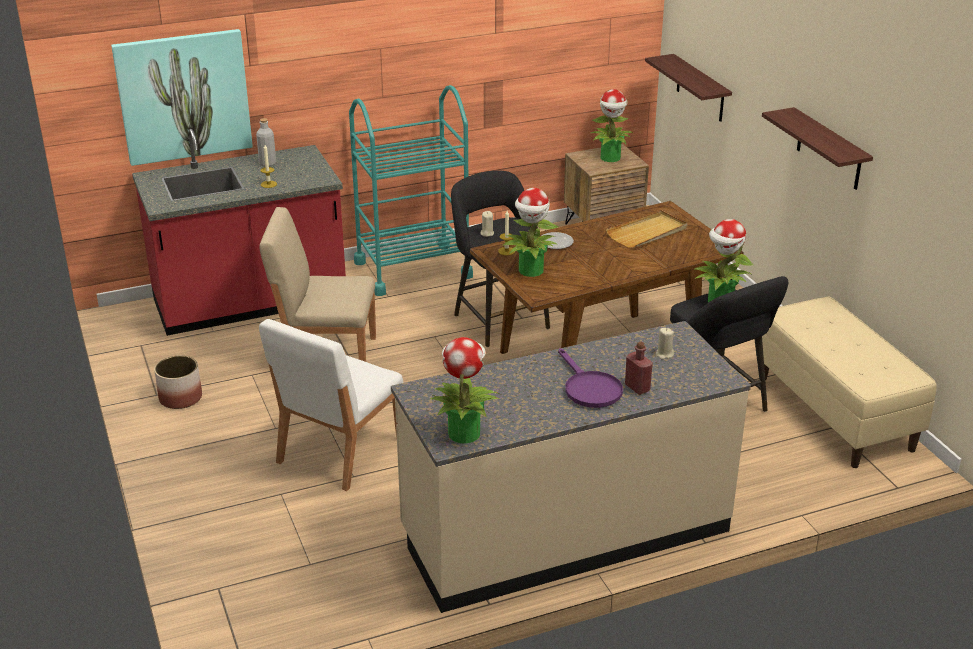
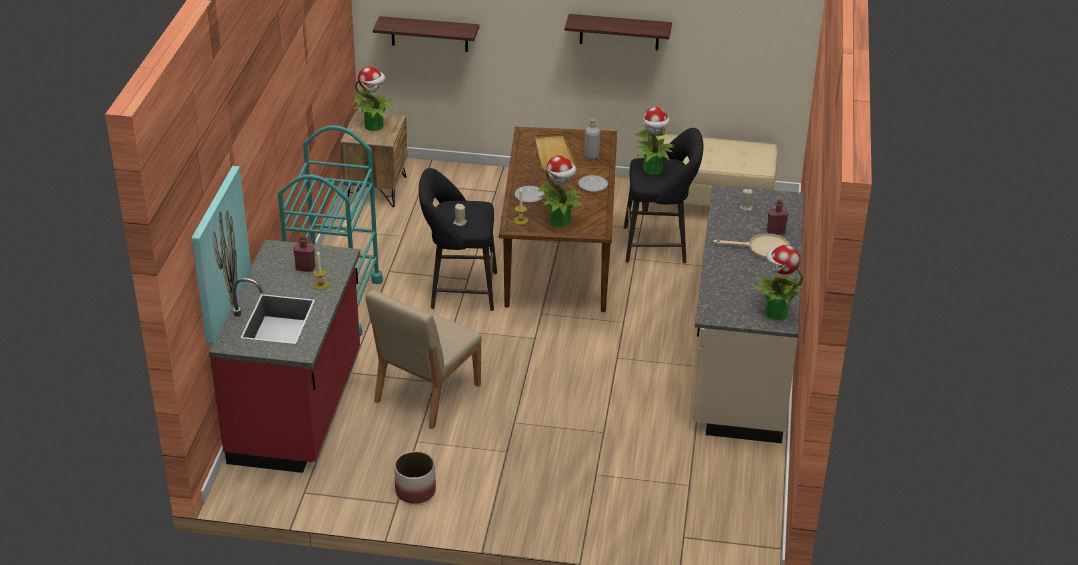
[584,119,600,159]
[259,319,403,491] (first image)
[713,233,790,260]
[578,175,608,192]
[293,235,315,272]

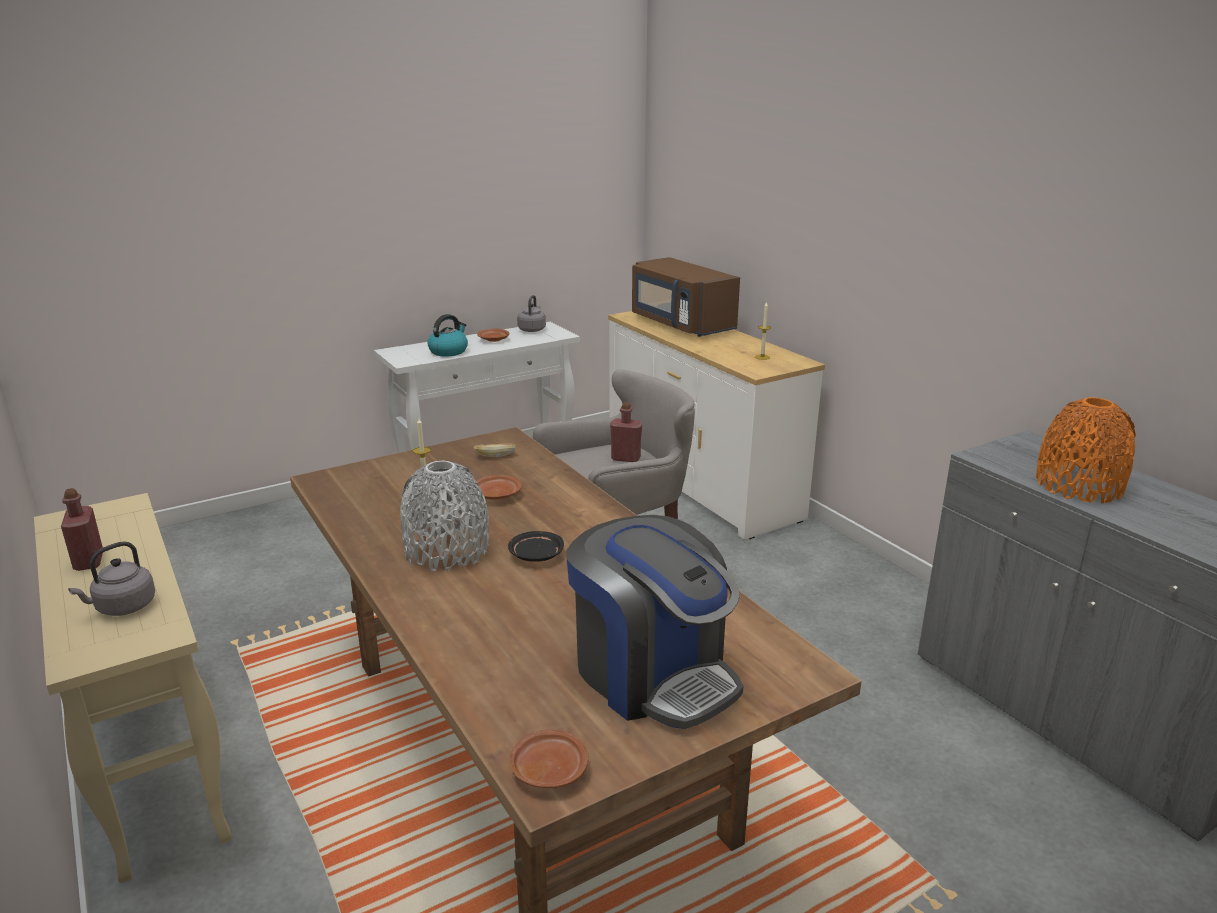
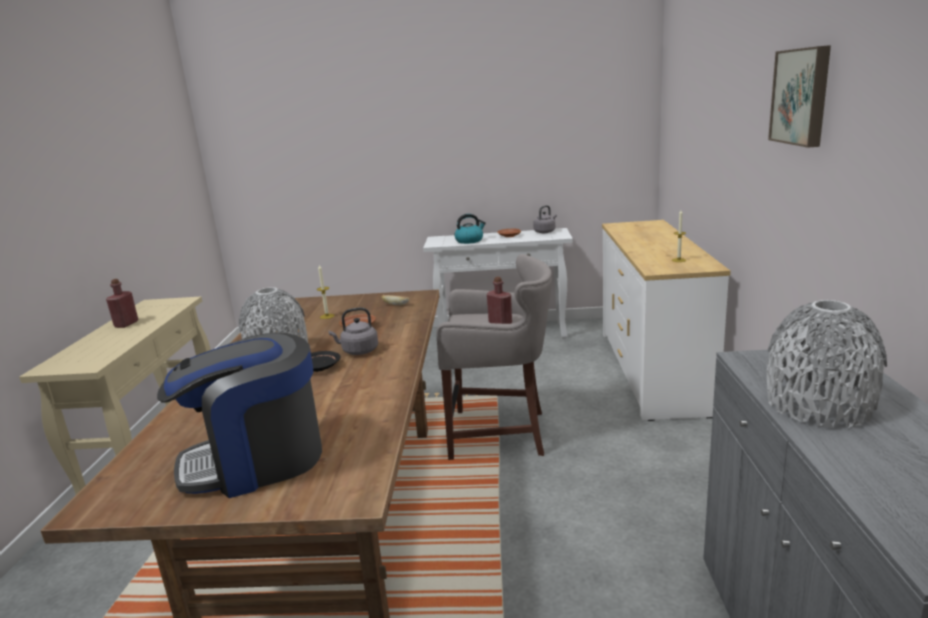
[632,257,740,337] (first image)
[767,300,887,428]
[157,332,322,498]
[328,307,378,355]
[509,729,589,788] (first image)
[768,45,831,148]

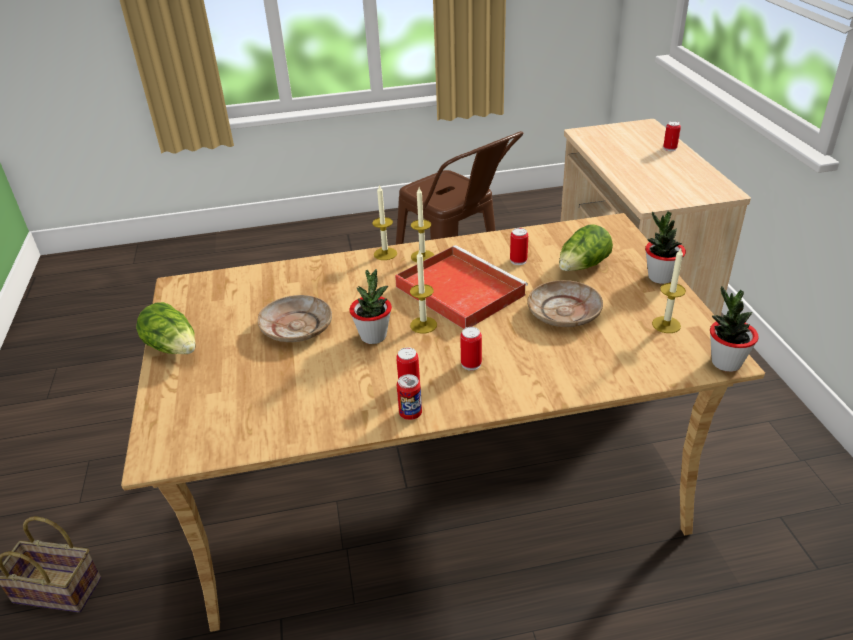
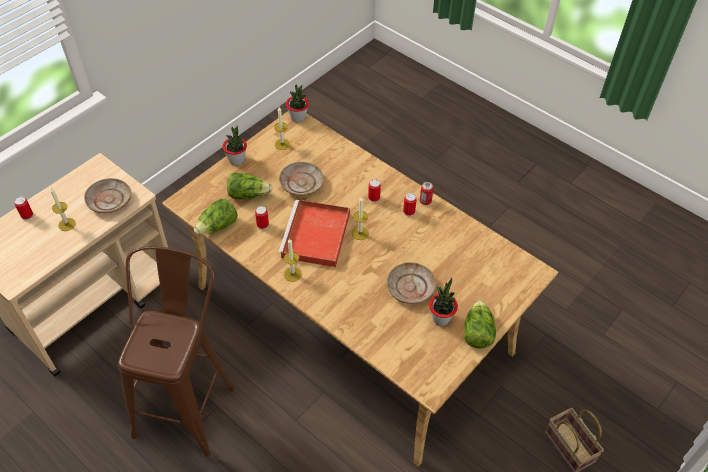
[50,188,76,231]
[429,278,458,326]
[84,178,131,213]
[194,199,238,234]

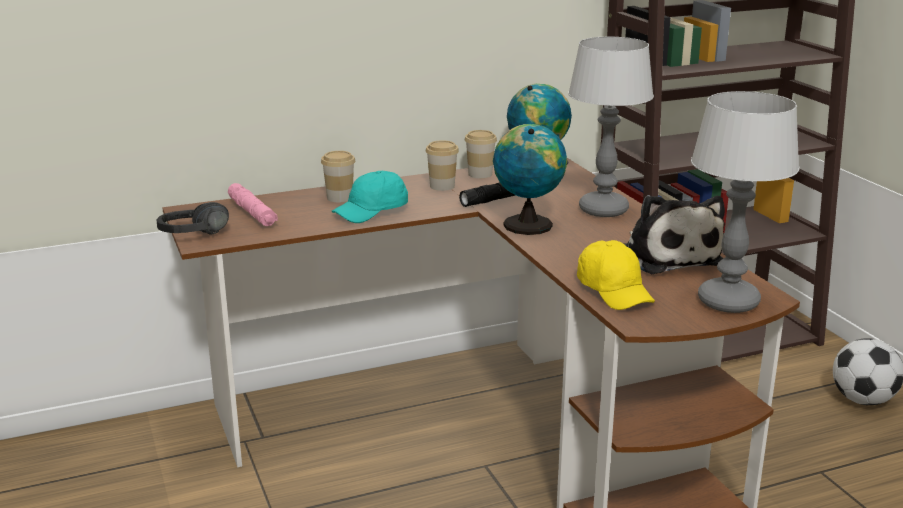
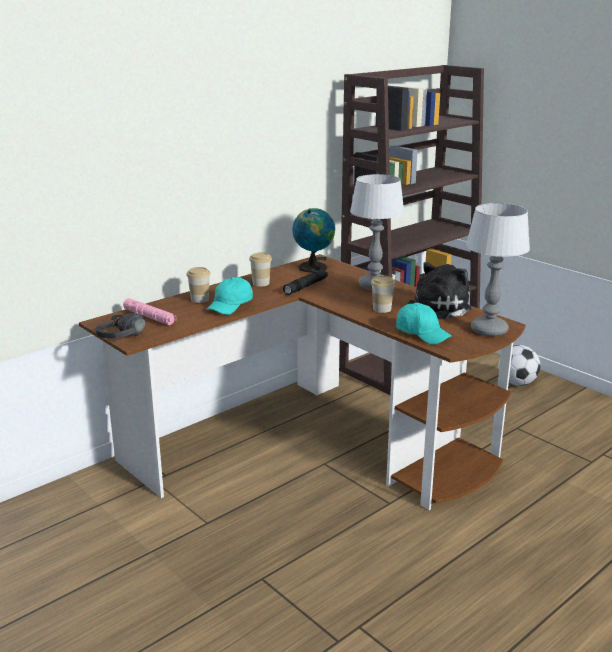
[493,124,567,235] (first image)
[371,276,396,313]
[407,262,472,319]
[396,303,452,344]

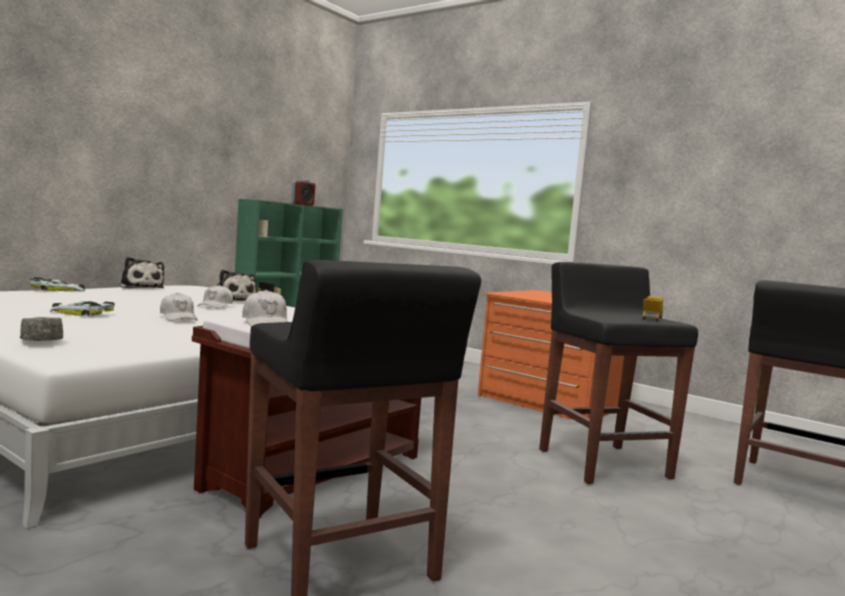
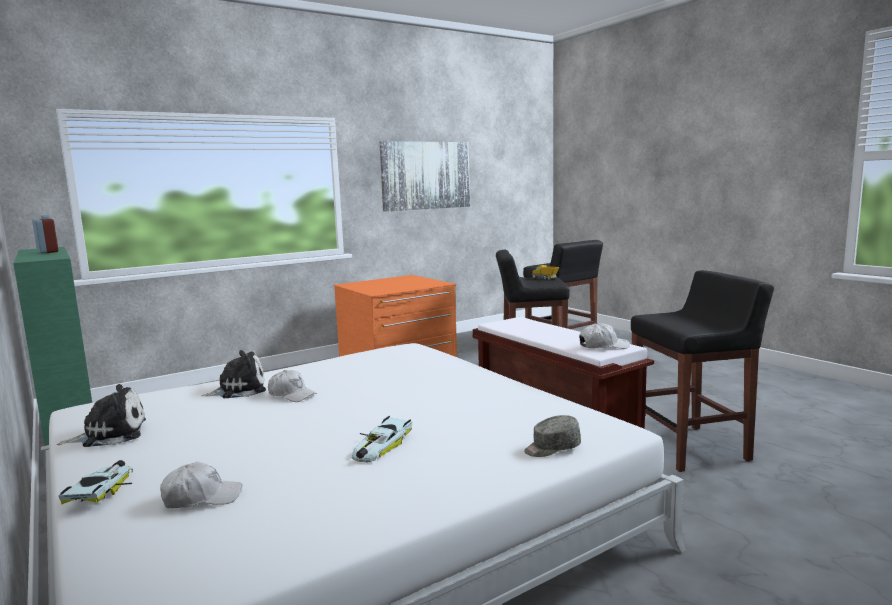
[160,462,242,508]
[379,141,470,212]

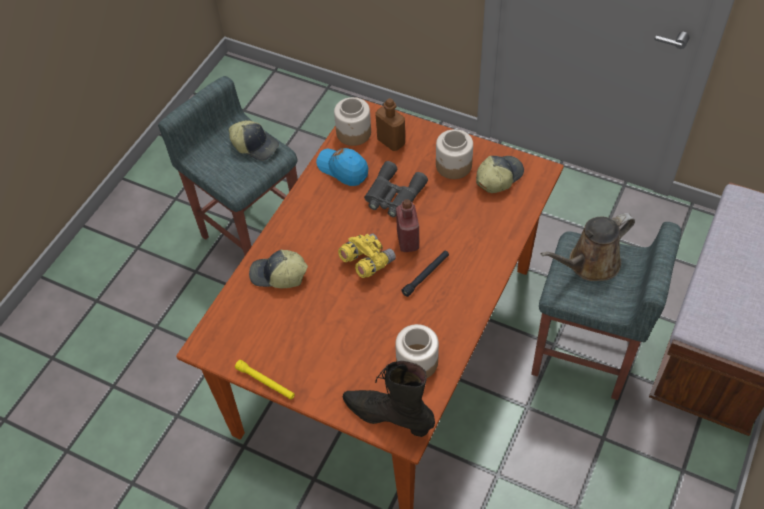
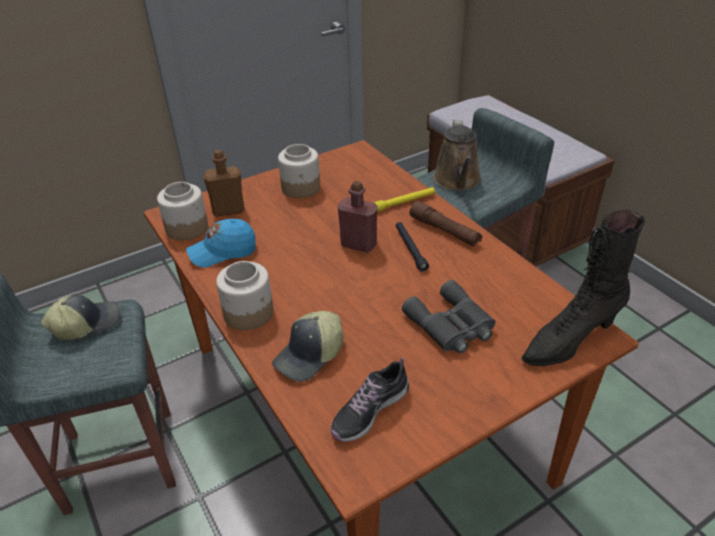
[476,156,524,193] (first image)
[402,280,496,353]
[338,234,396,278] (first image)
[216,261,273,330]
[373,187,435,212]
[410,201,482,246]
[330,357,409,442]

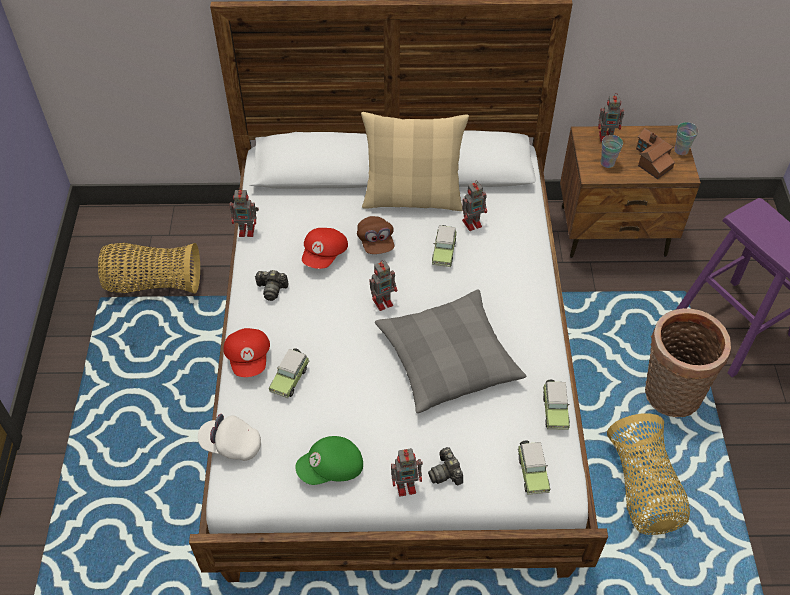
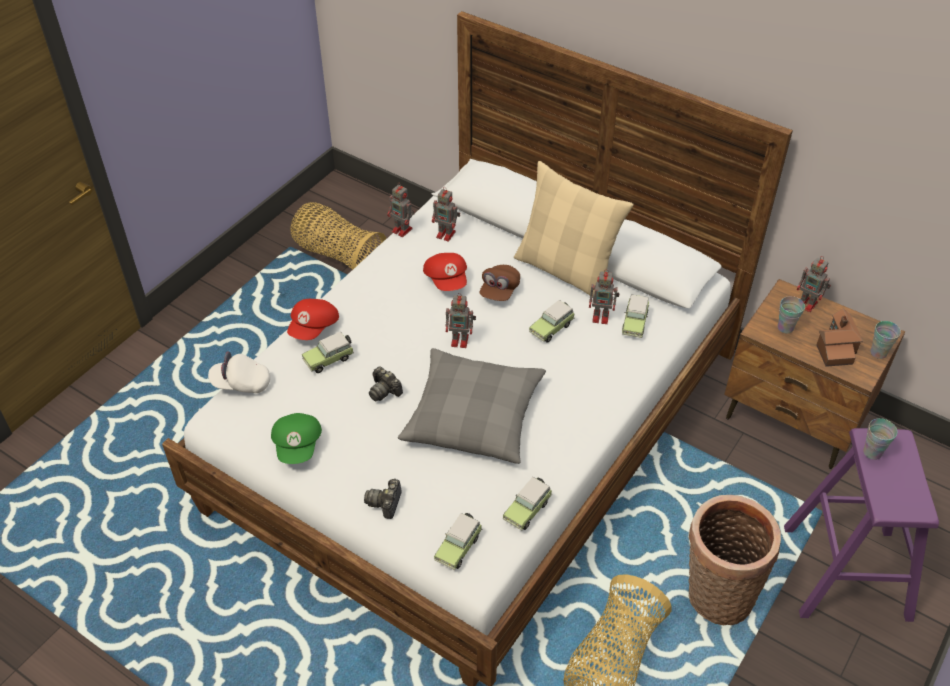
[423,253,467,291]
[369,367,403,401]
[208,352,270,393]
[271,413,322,464]
[432,187,460,241]
[622,295,649,338]
[863,418,897,460]

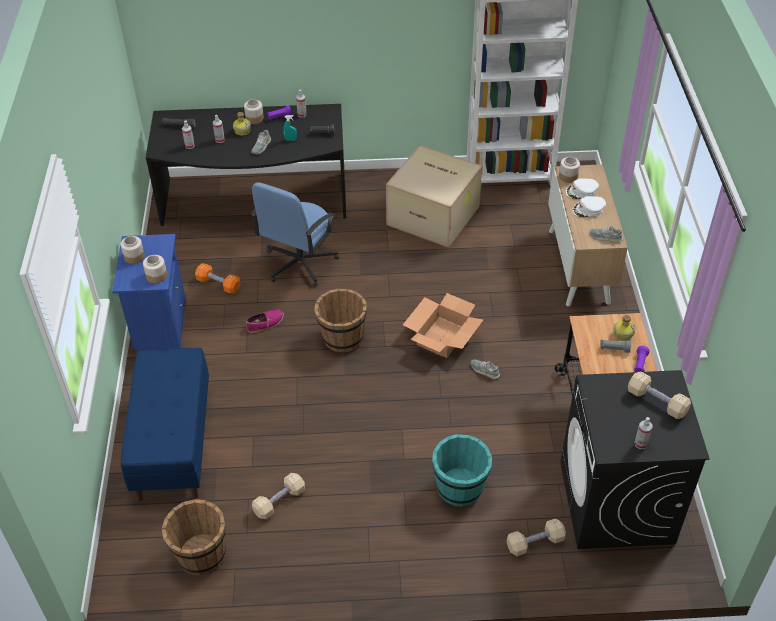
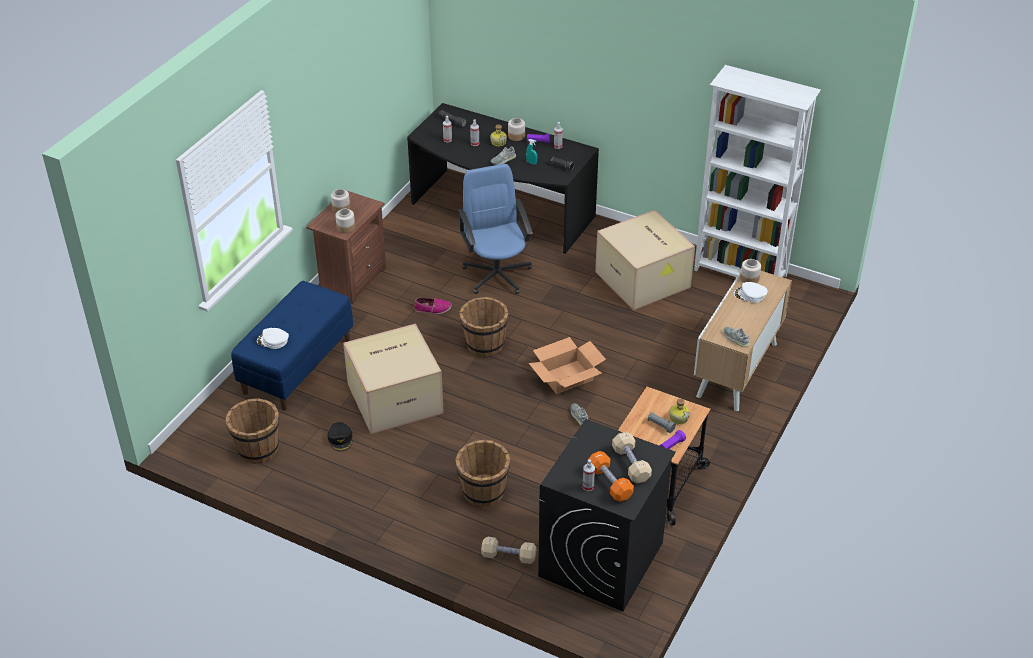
[458,164,533,294]
[257,328,289,349]
[306,190,386,304]
[587,451,634,502]
[456,440,510,507]
[327,422,352,452]
[343,323,444,434]

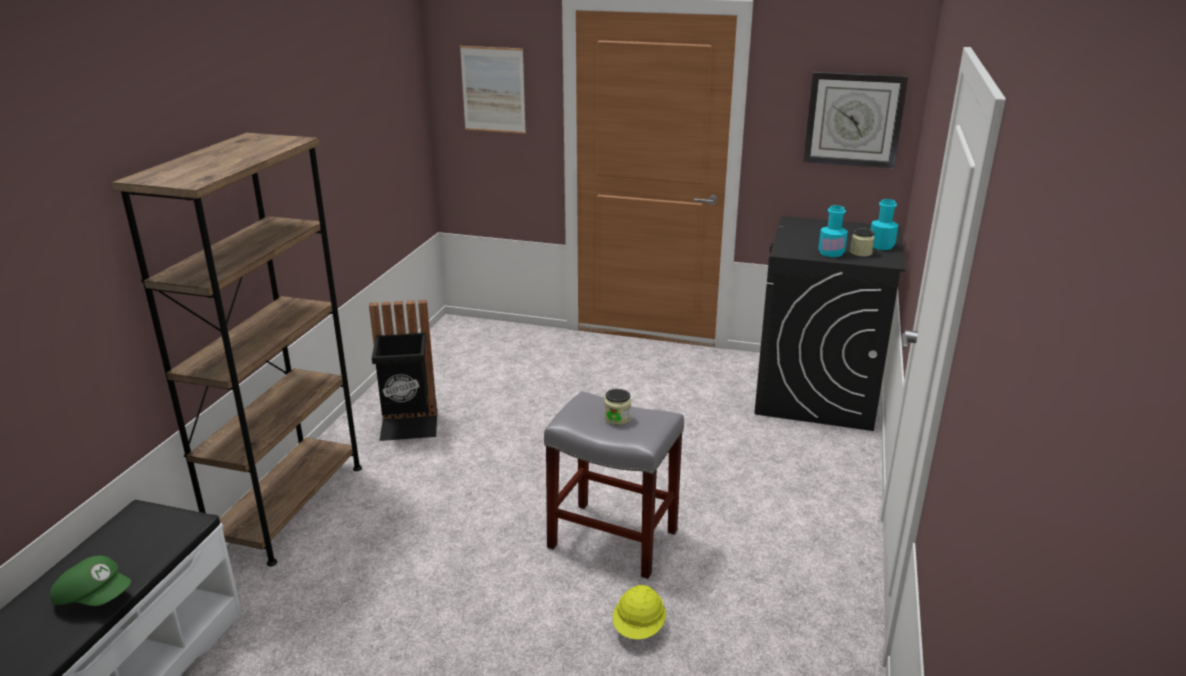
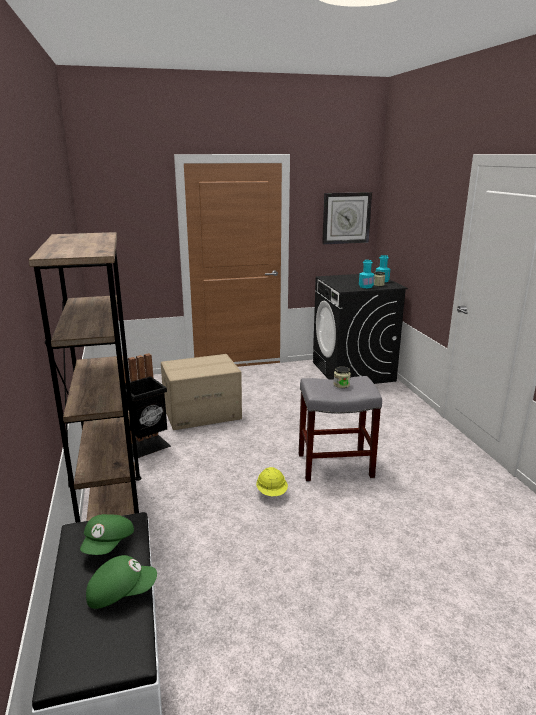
[460,46,526,134] (first image)
[256,467,288,496]
[161,354,242,430]
[80,514,134,555]

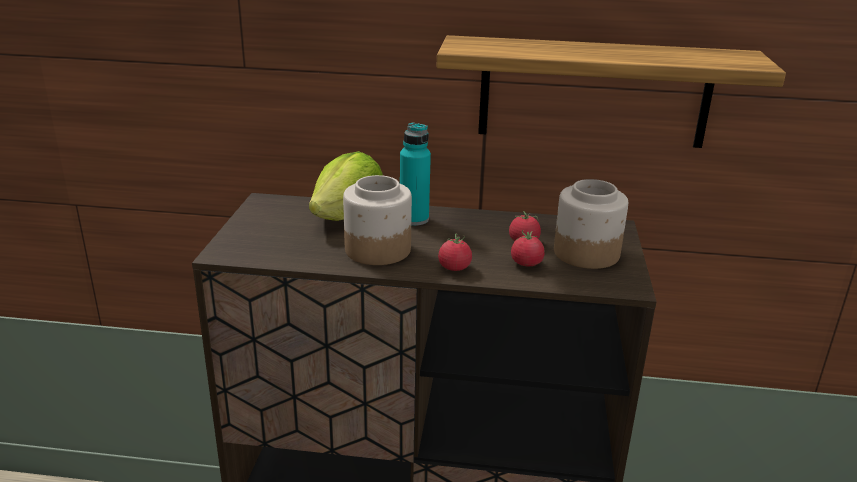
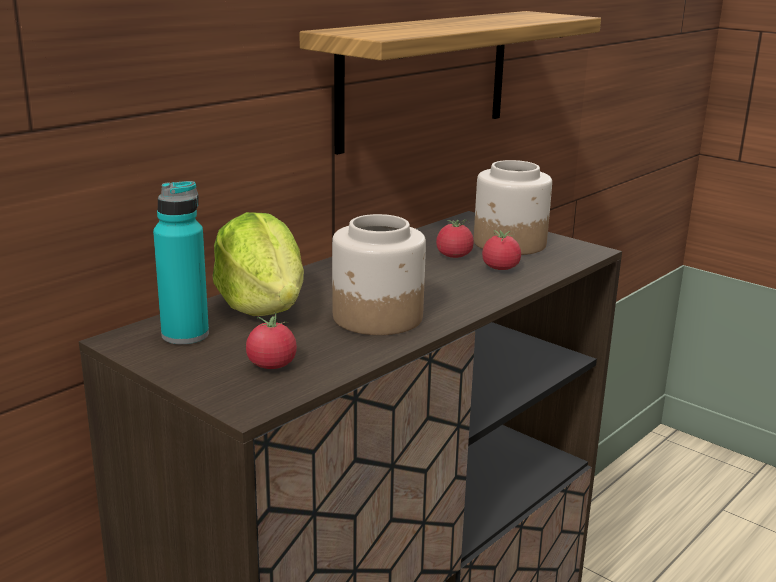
[153,181,209,345]
[246,312,297,369]

